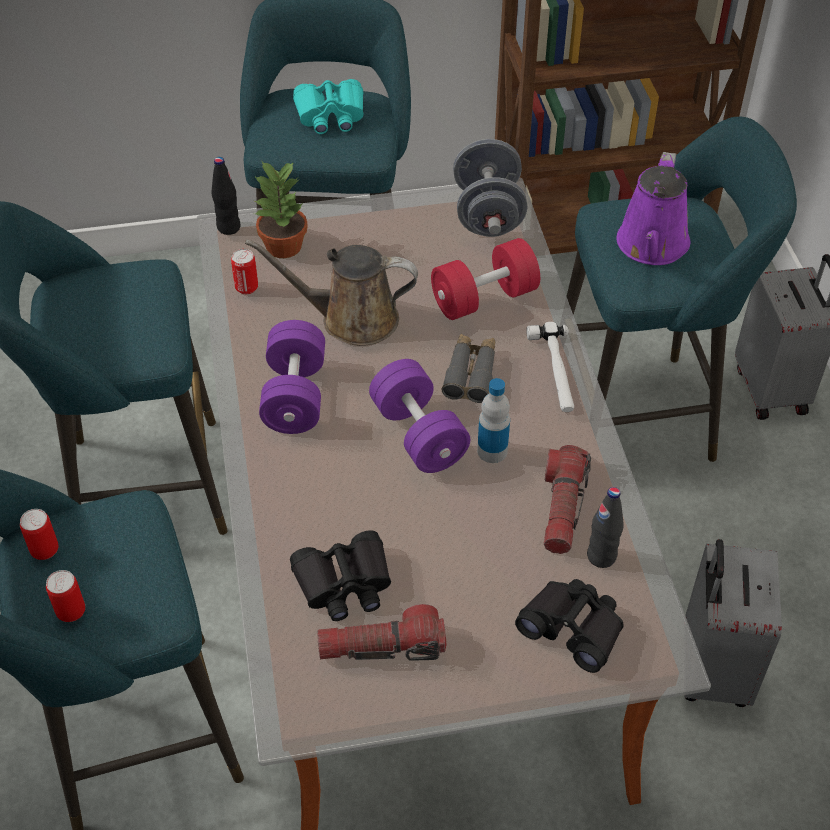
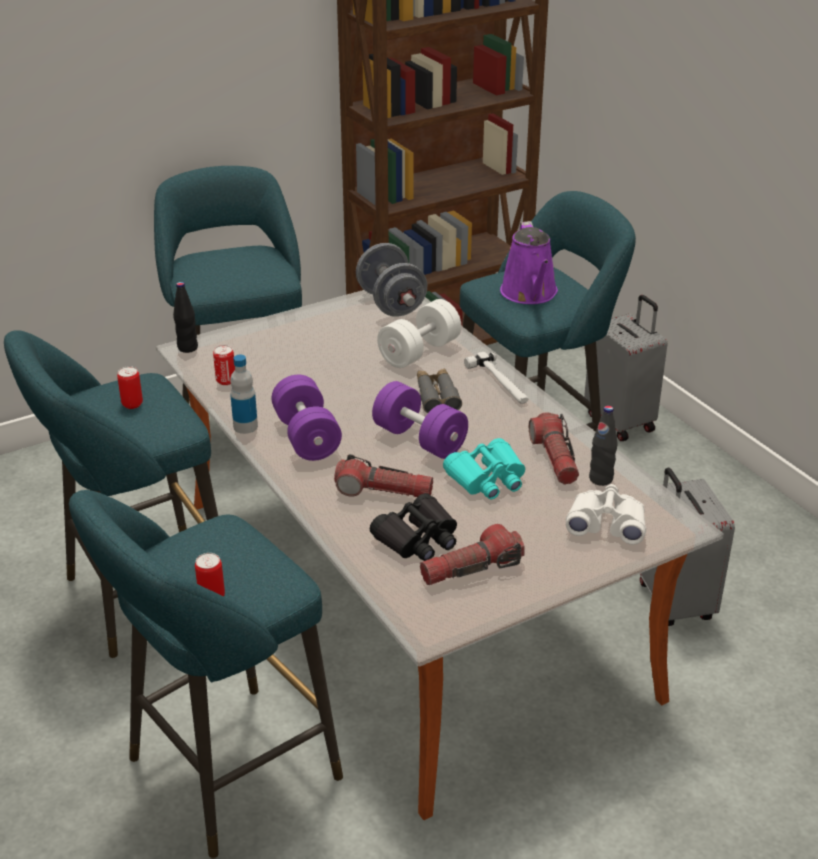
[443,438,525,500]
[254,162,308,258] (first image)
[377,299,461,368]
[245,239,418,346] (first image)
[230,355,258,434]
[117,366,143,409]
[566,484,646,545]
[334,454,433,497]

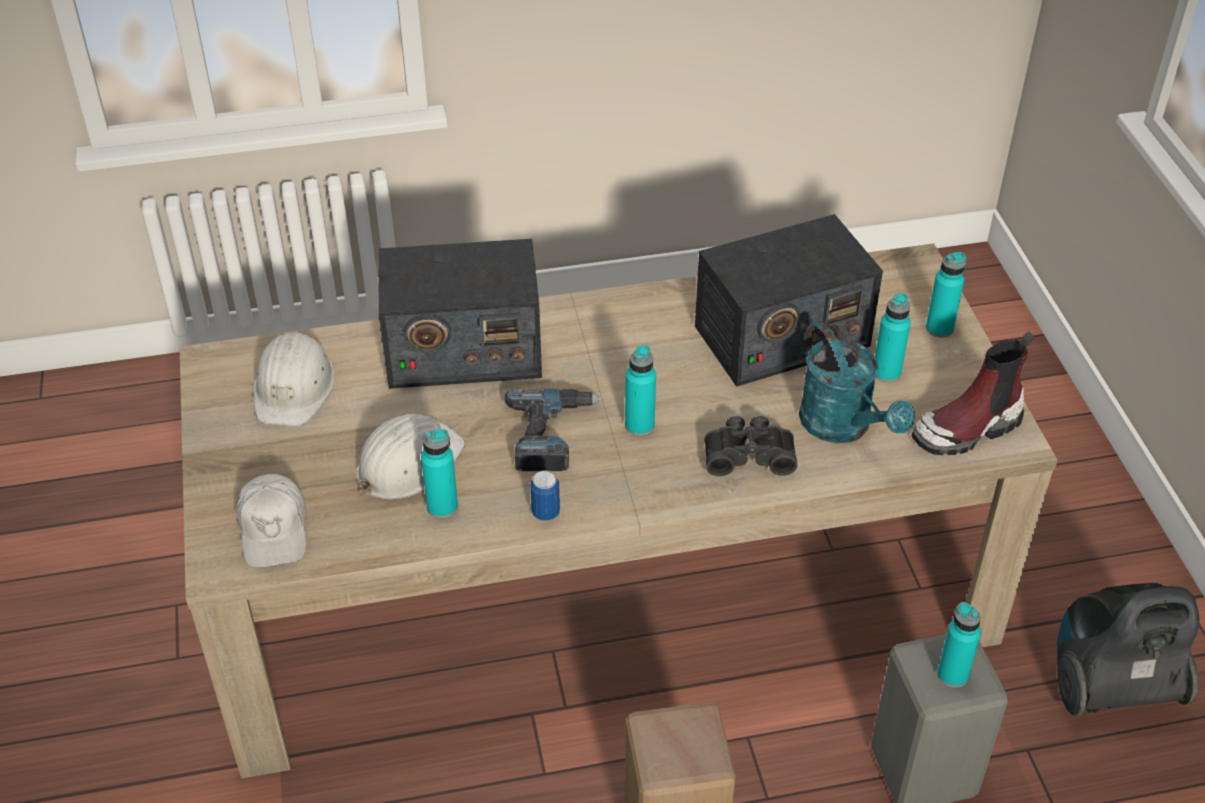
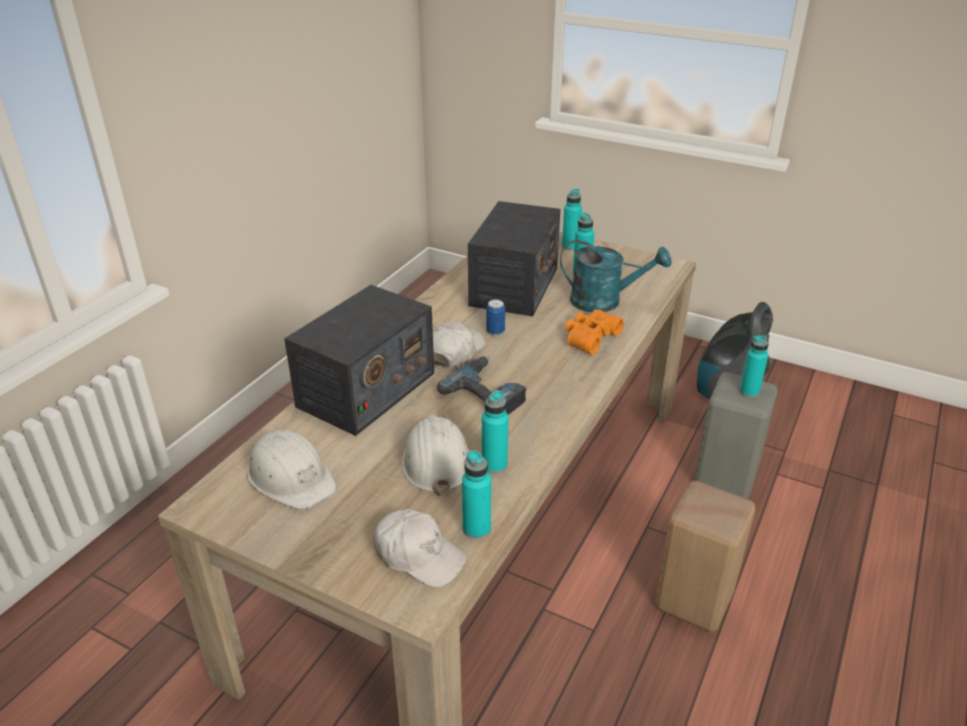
[912,331,1034,455] (first image)
[462,450,491,539]
[565,309,624,355]
[486,299,505,335]
[433,322,485,367]

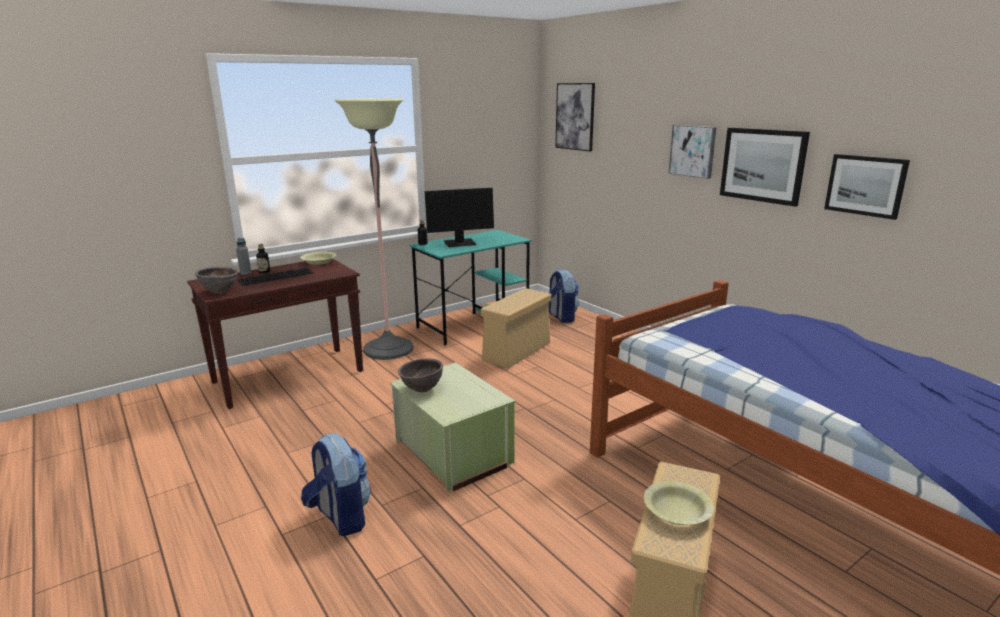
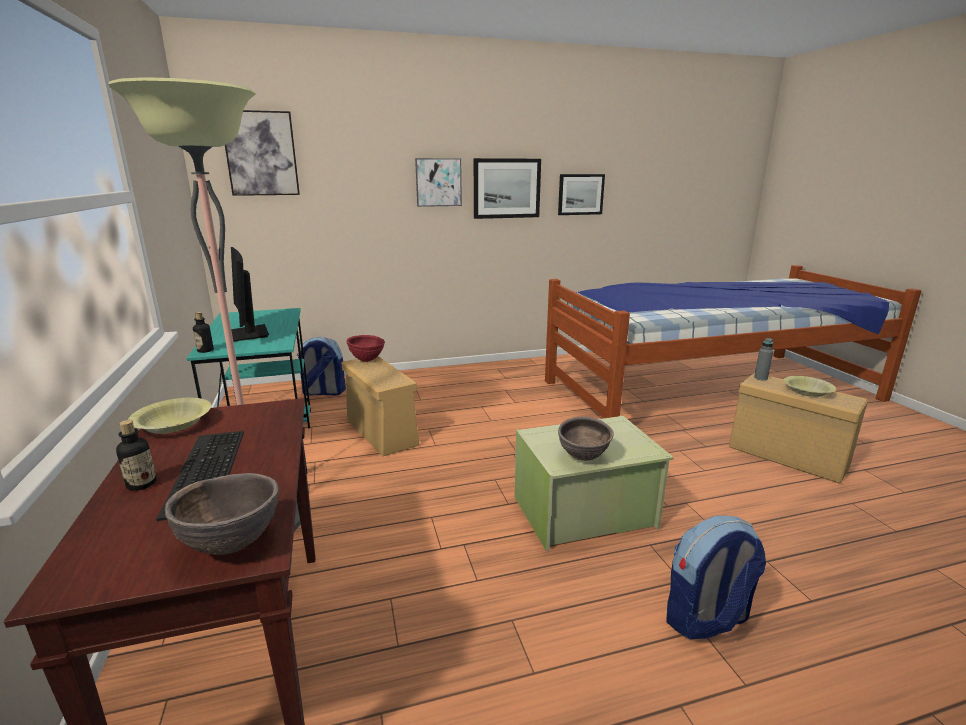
[231,247,269,341]
[754,338,773,381]
[346,335,385,362]

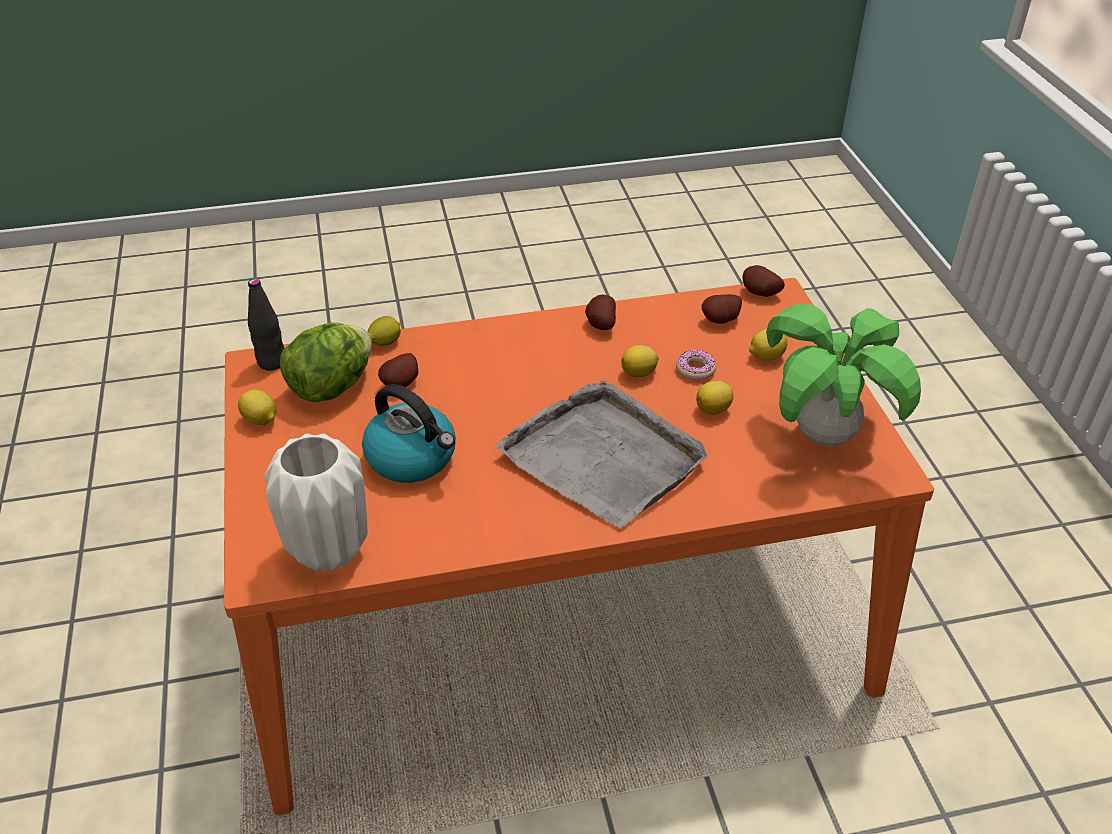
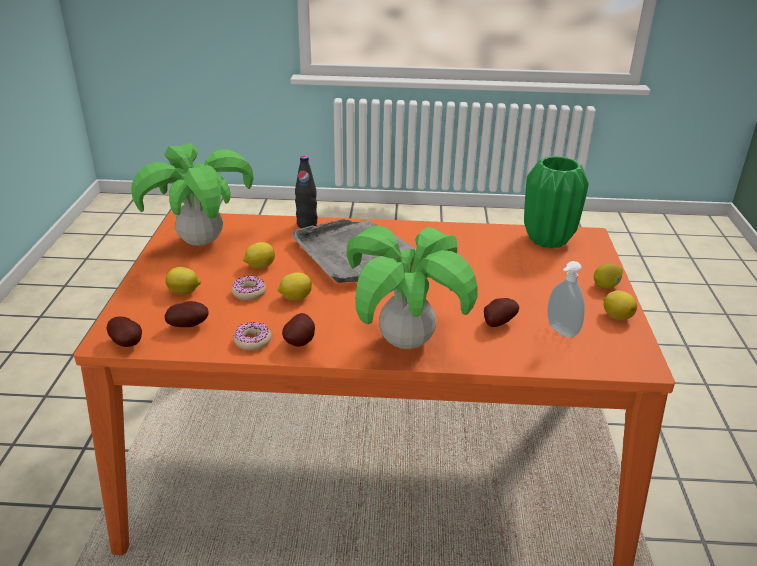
[295,156,317,228]
[594,264,623,289]
[547,261,585,338]
[362,384,456,483] (first image)
[524,156,589,248]
[346,226,477,349]
[233,322,272,351]

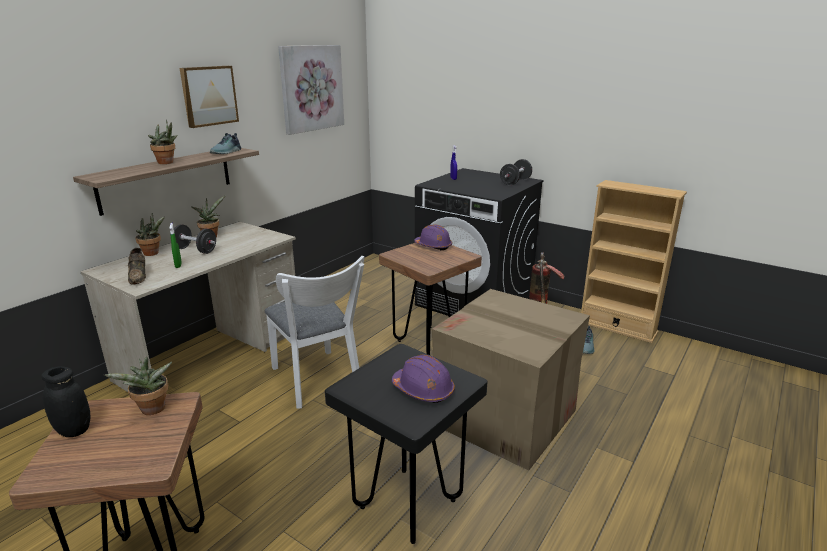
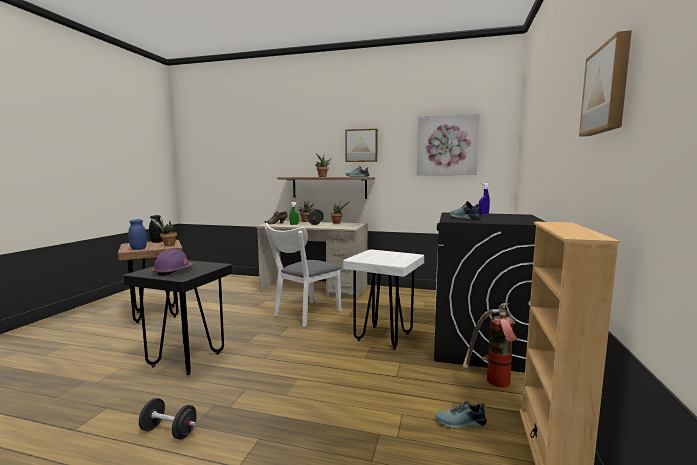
[139,398,197,440]
[414,225,452,250] (first image)
[343,249,424,349]
[432,289,590,471] (first image)
[579,30,632,137]
[450,201,481,220]
[128,219,147,250]

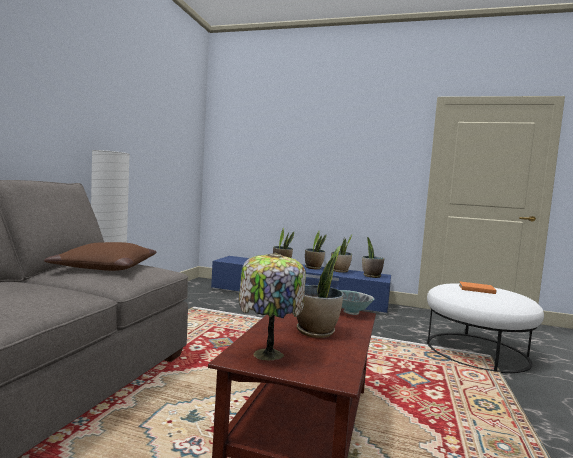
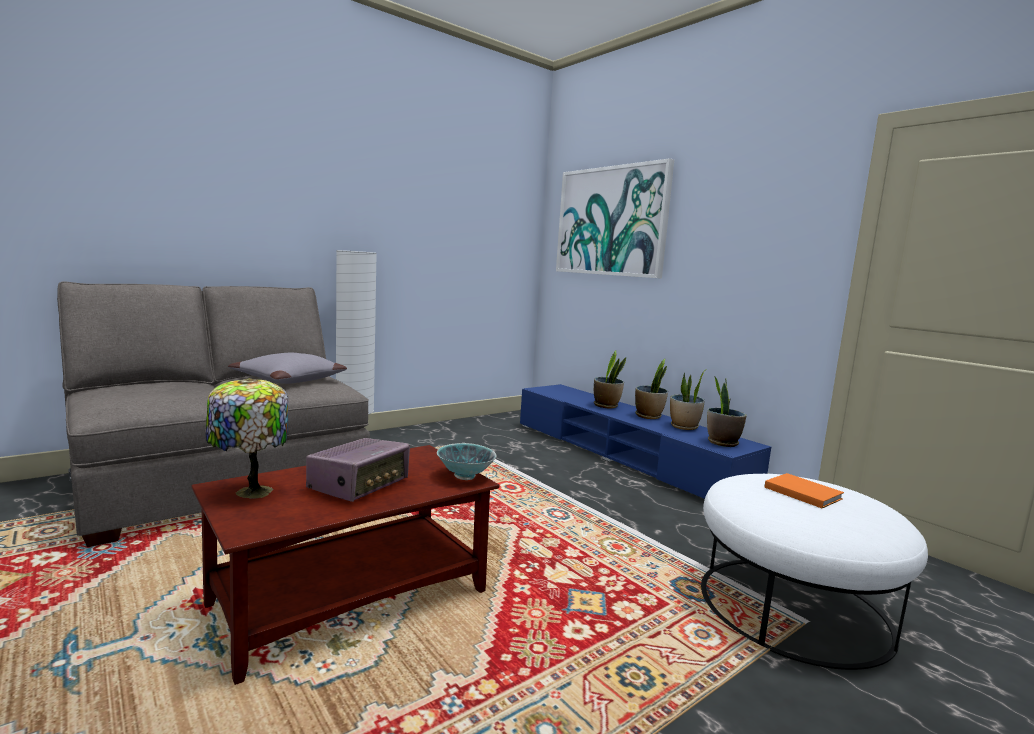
[228,353,347,384]
[306,438,410,502]
[556,158,674,279]

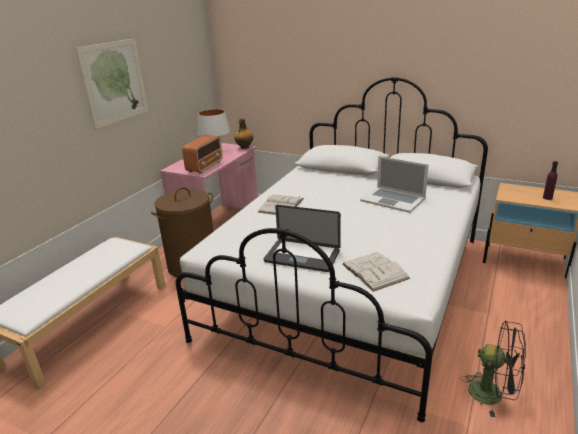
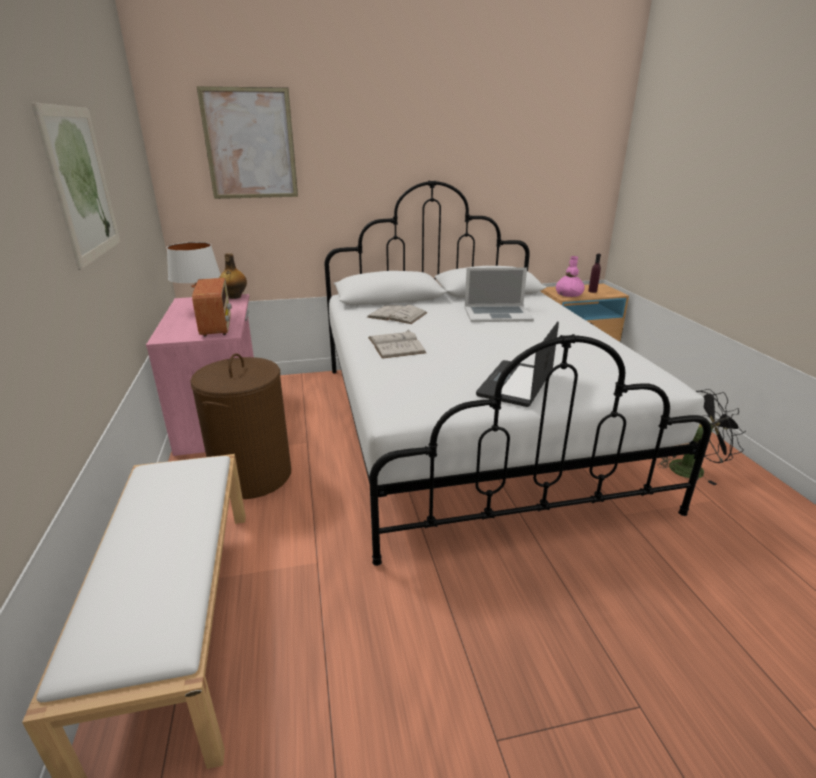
[476,321,559,407]
[367,305,427,324]
[197,86,298,199]
[556,256,585,297]

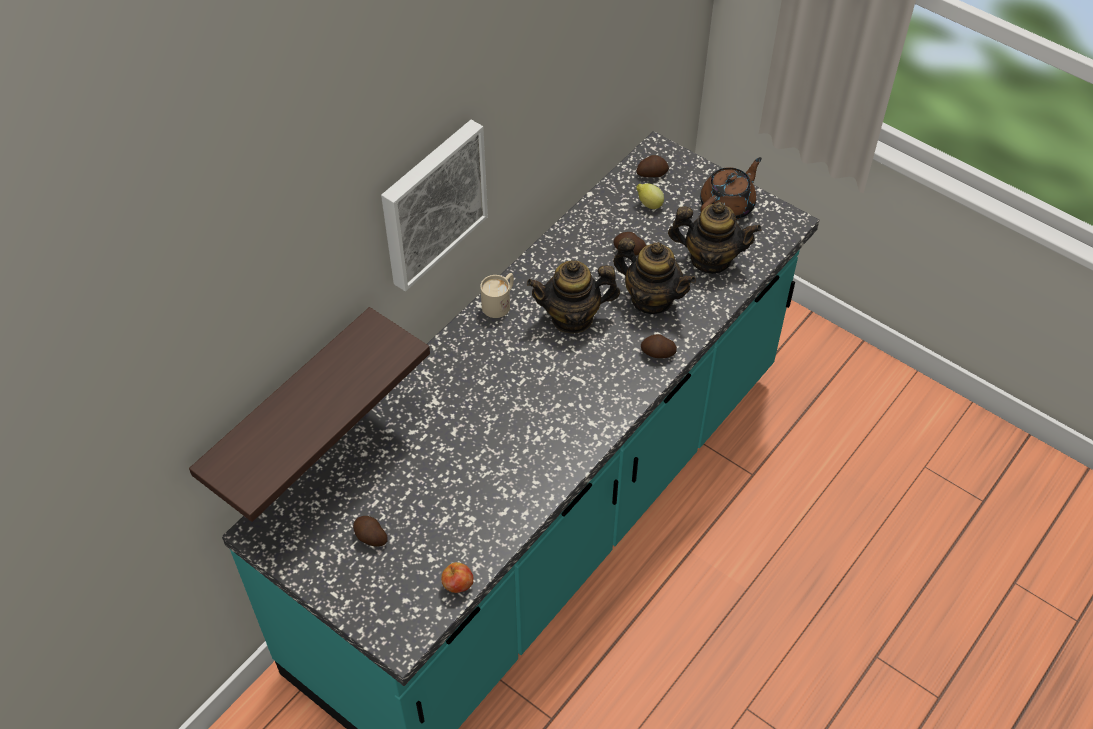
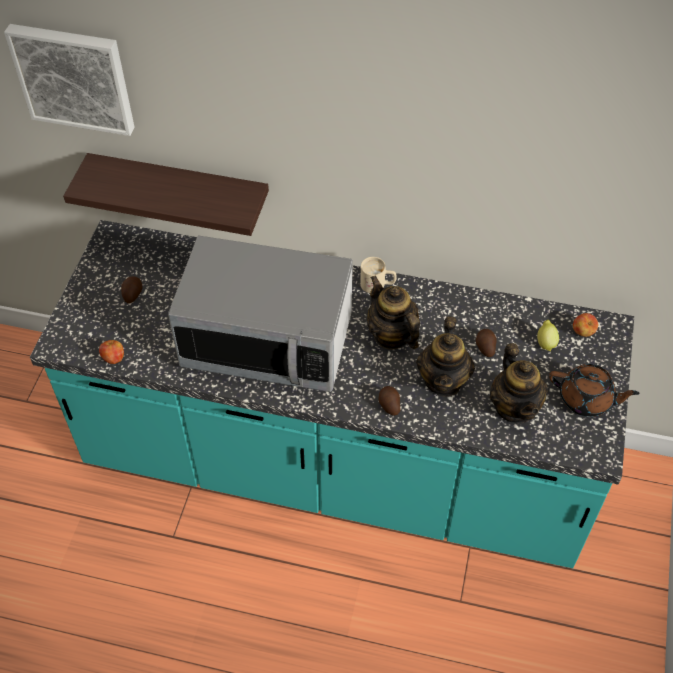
[4,24,135,136]
[573,313,598,337]
[168,235,353,392]

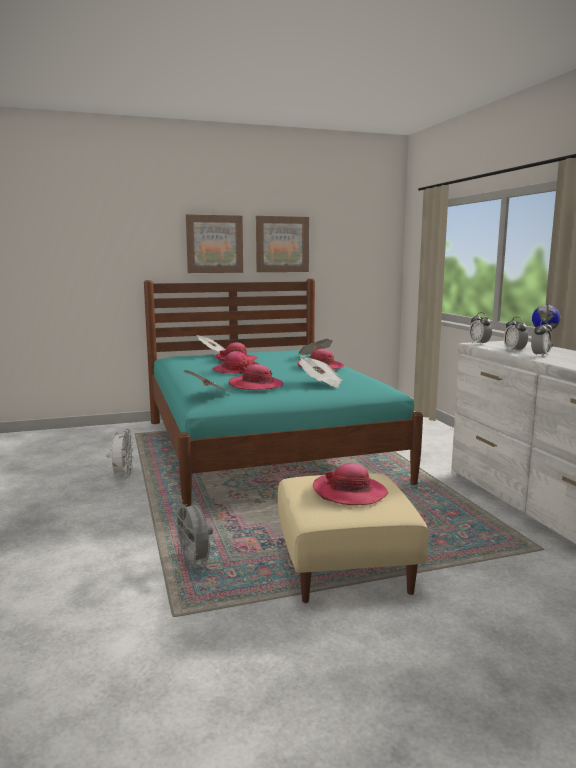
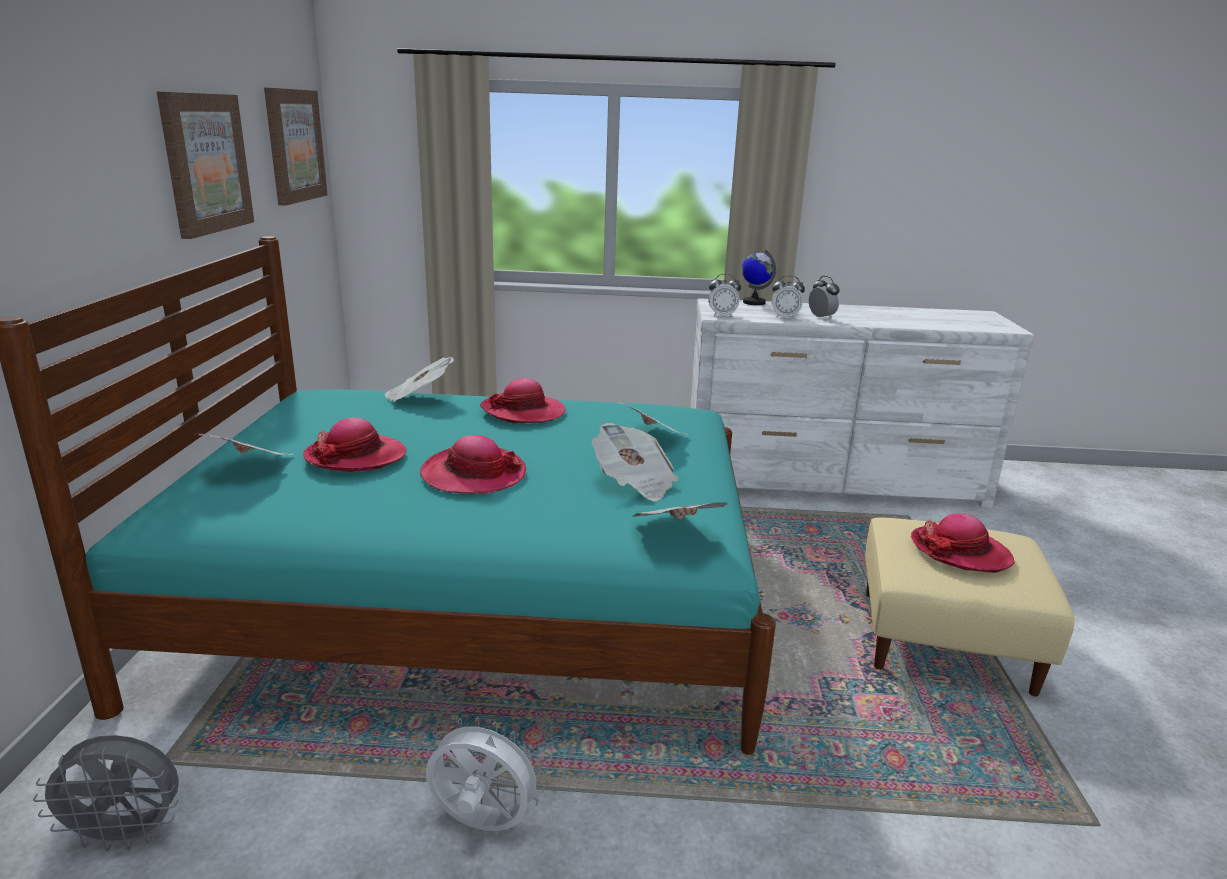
[264,87,327,206]
[592,423,679,501]
[33,735,179,851]

